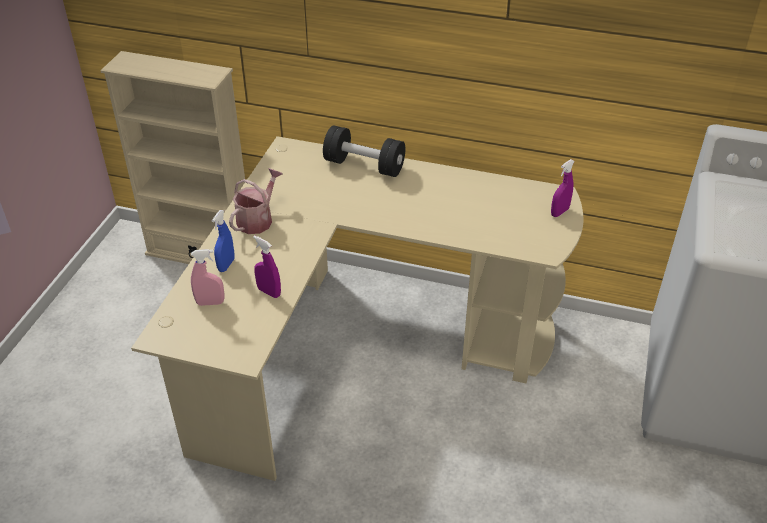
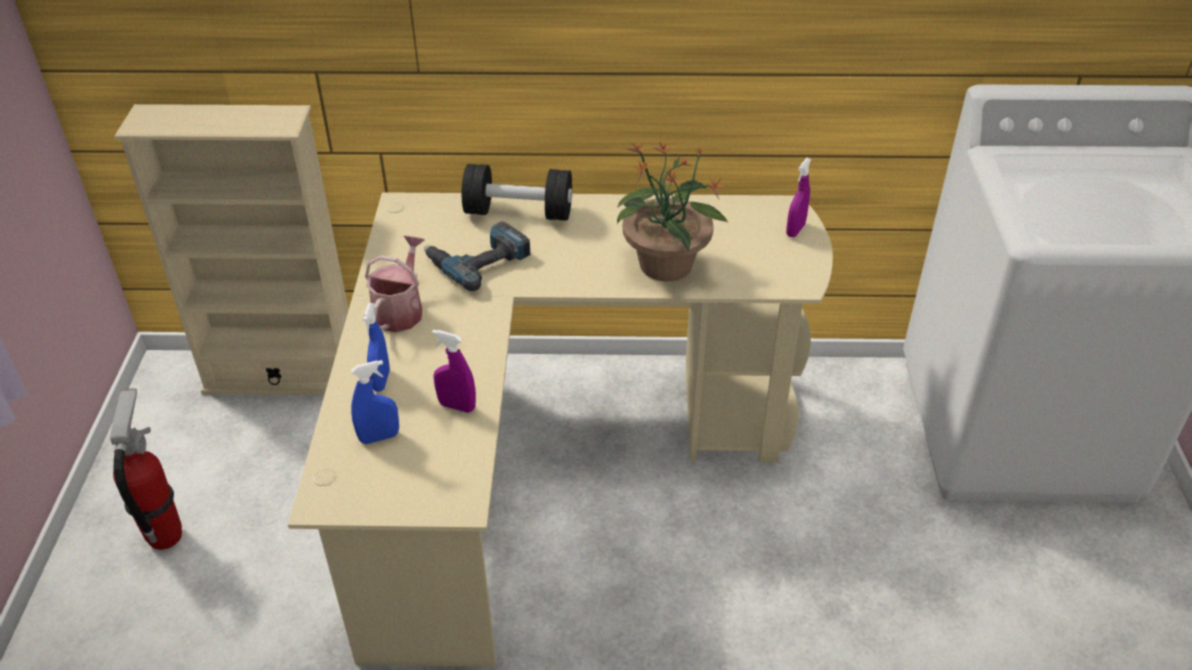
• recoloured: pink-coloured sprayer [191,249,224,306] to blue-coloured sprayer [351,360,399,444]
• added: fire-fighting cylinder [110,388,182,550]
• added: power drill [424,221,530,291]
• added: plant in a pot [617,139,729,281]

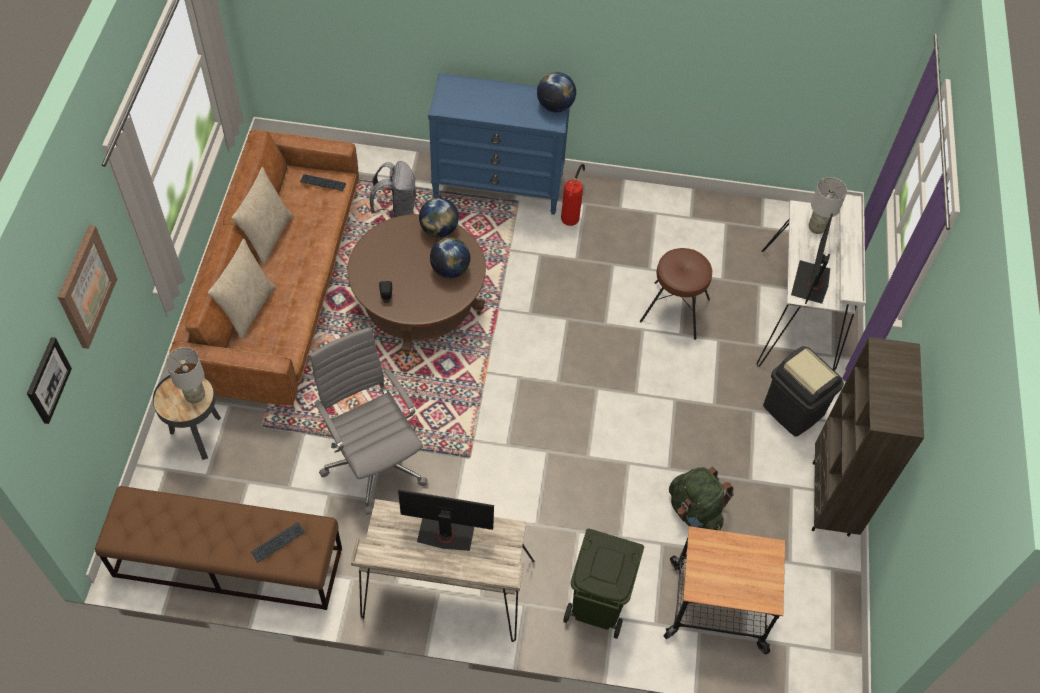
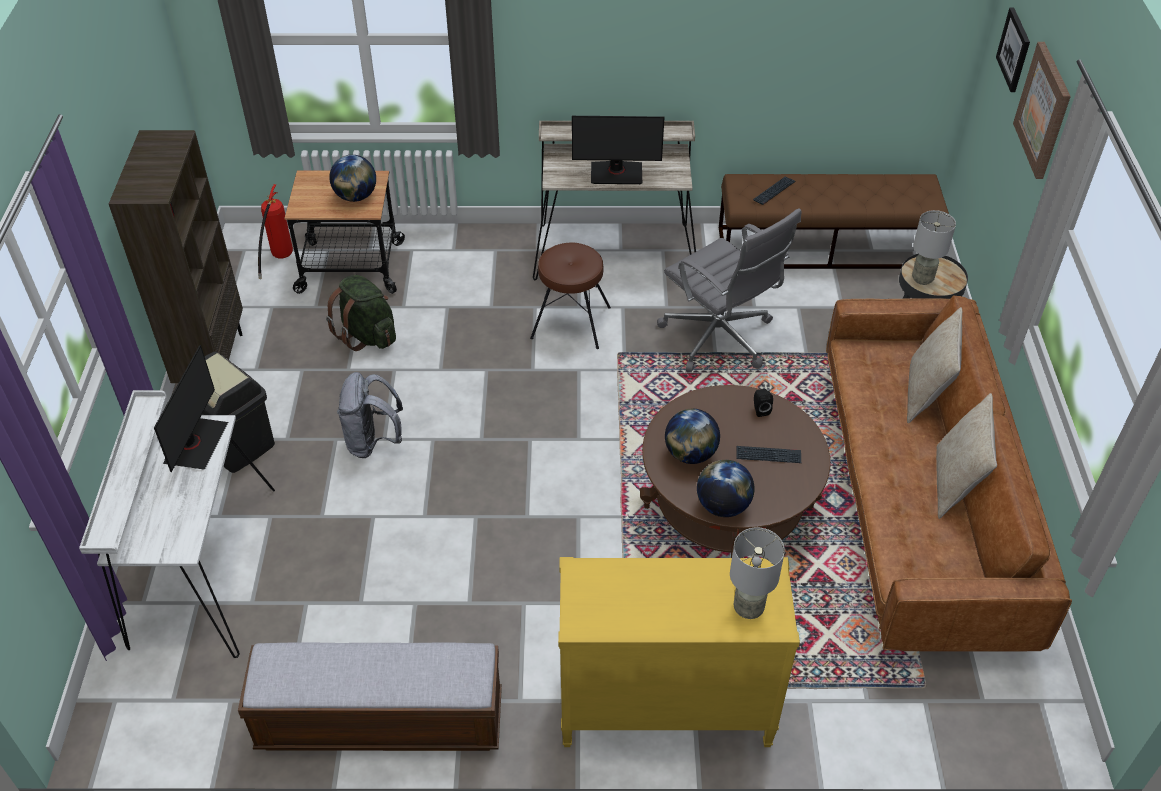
• moved: PC keyboard [300,174,346,191] to [736,446,801,463]
• moved: grey backpack [370,161,416,218] to [337,372,403,458]
• recoloured: blue-coloured dresser [428,73,570,215] to yellow dresser [558,557,800,747]
• moved: globe [537,72,576,112] to [329,155,376,202]
• moved: fire-fighting cylinder [561,164,585,226] to [258,184,293,279]
• removed: green waste bin [563,529,645,639]
• moved: brown stool [640,248,712,340] to [530,242,611,349]
• moved: grey tabletop lamp [808,177,847,234] to [730,527,785,619]
• added: bench [238,642,502,751]

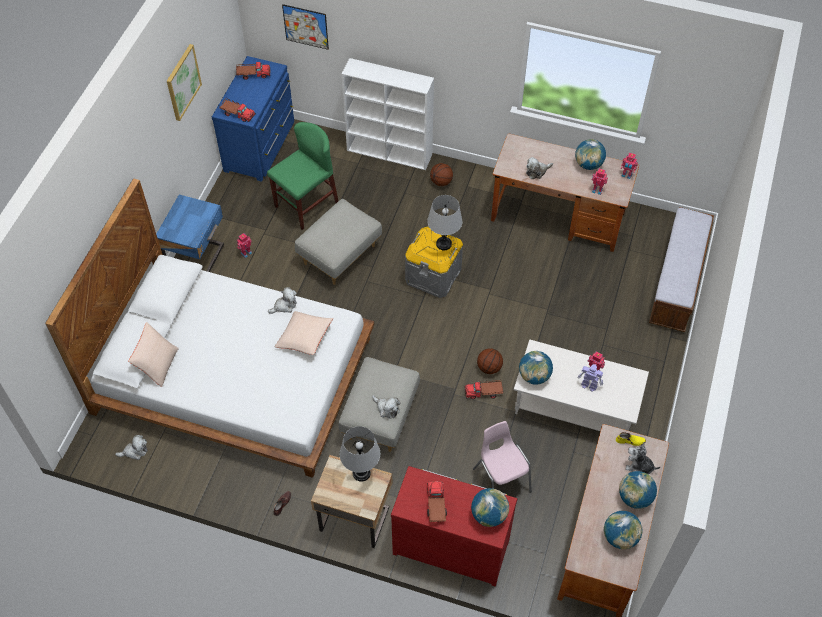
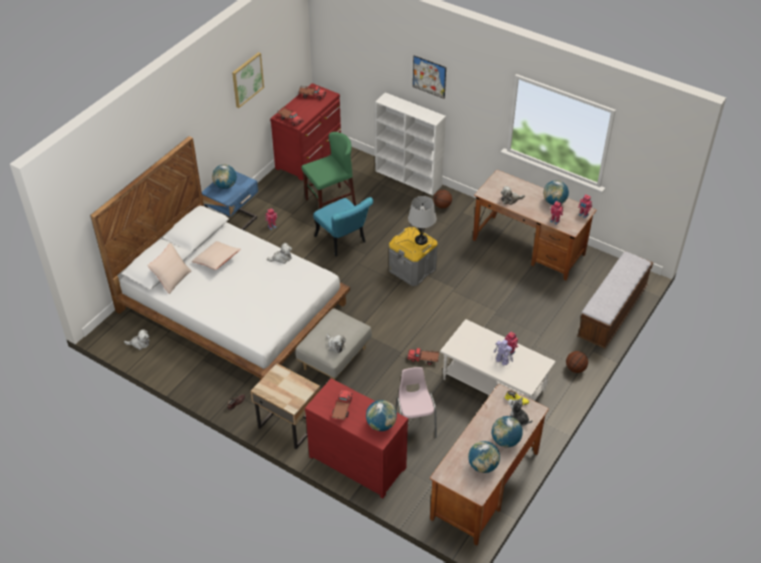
• recoloured: blue-coloured dresser [212,56,294,182] to red-coloured dresser [270,83,341,180]
• moved: beige throw pillow [275,311,333,355] to [192,241,241,270]
• moved: picture [282,4,329,50] to [413,56,446,99]
• replaced: grey ottoman [295,199,382,285] to turquoise-coloured plain chair [313,197,373,256]
• removed: grey tabletop lamp [340,426,380,482]
• moved: ball for basketball [477,348,503,374] to [566,351,588,373]
• moved: globe [519,351,553,385] to [212,164,237,189]

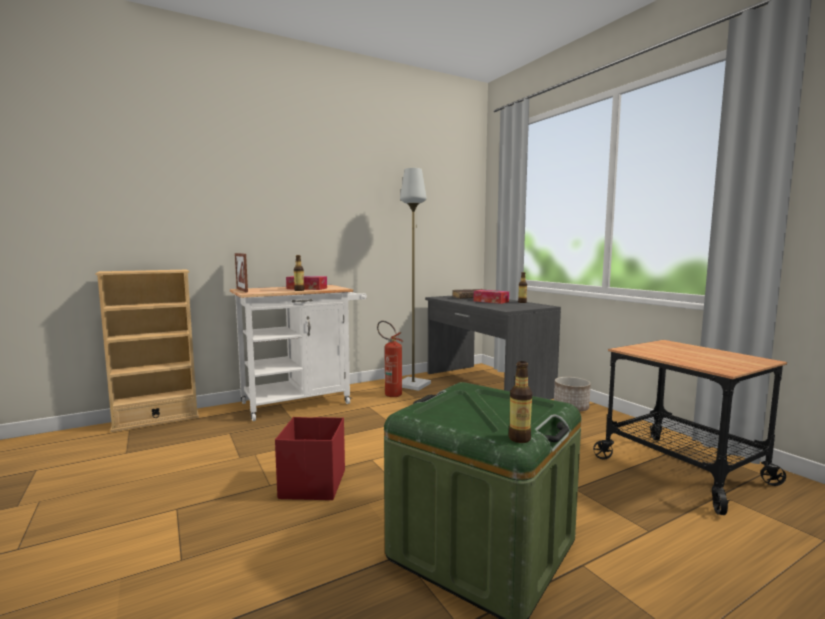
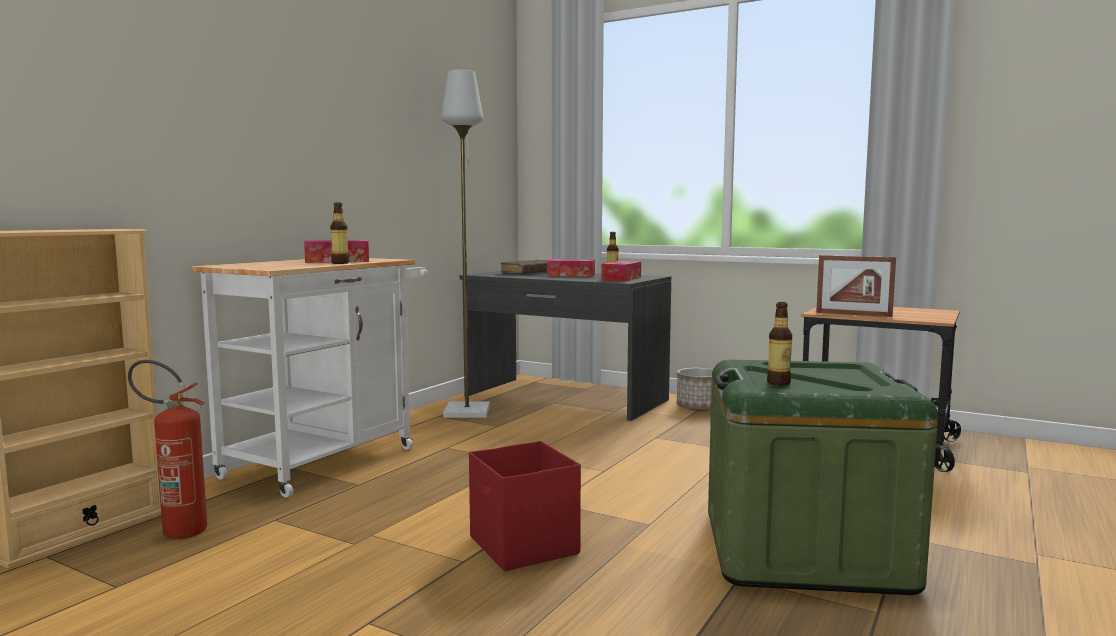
• moved: standing frame [235,253,248,292] to [816,255,896,317]
• moved: fire-fighting cylinder [377,321,403,397] to [128,360,207,539]
• moved: drink bottle [508,361,532,443] to [767,302,792,385]
• added: tissue holder [601,261,641,281]

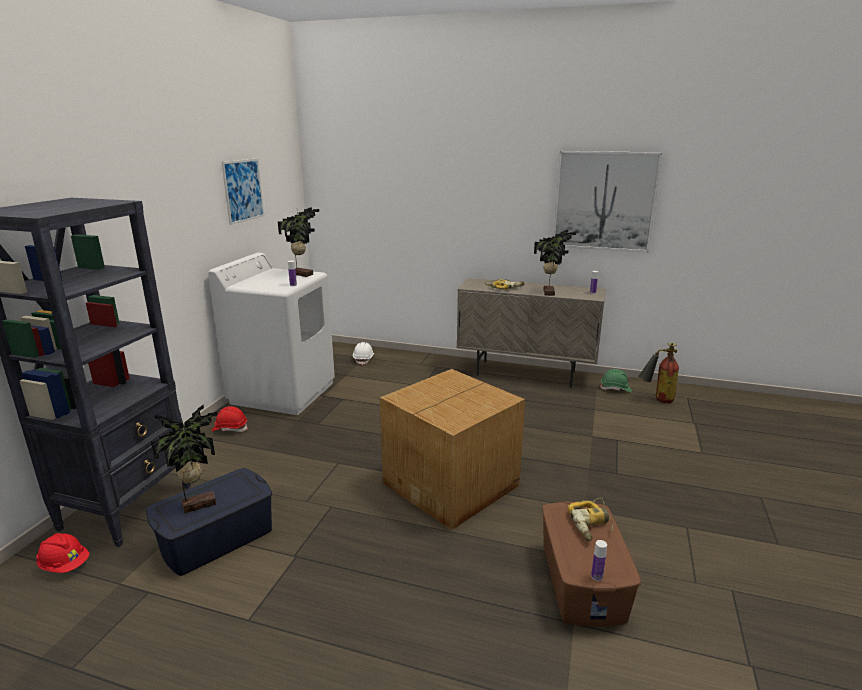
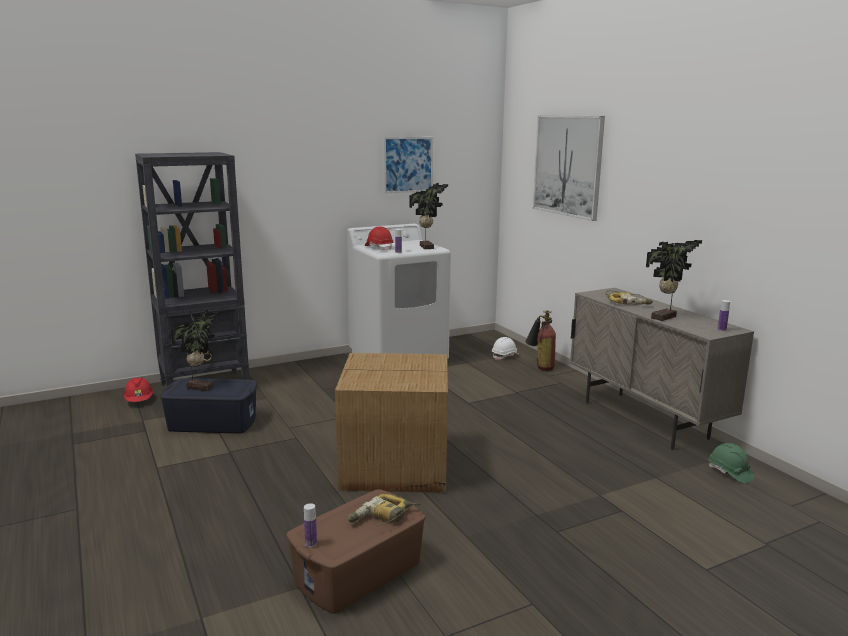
• moved: red-coloured safety helmet [212,406,248,432] to [365,226,393,251]
• moved: picture [553,151,662,252] to [533,115,605,221]
• moved: fire-fighting cylinder [638,343,679,403] to [525,310,556,371]

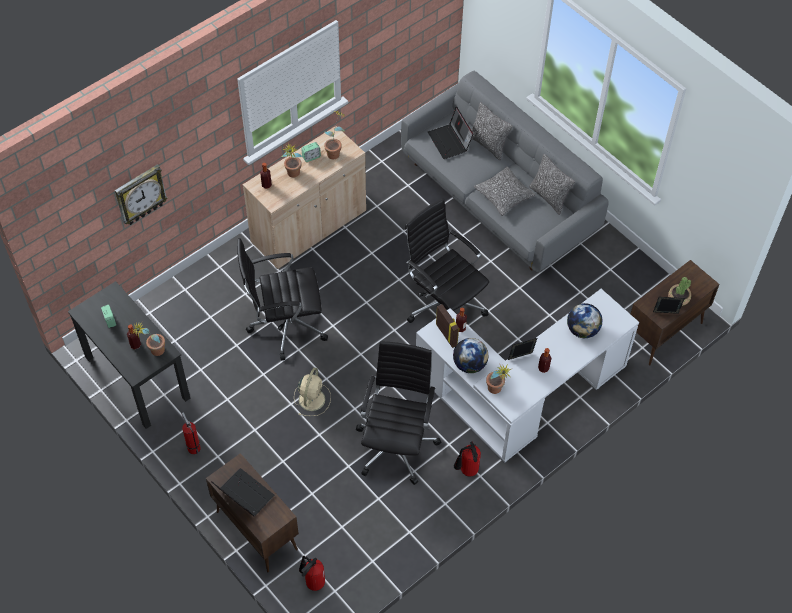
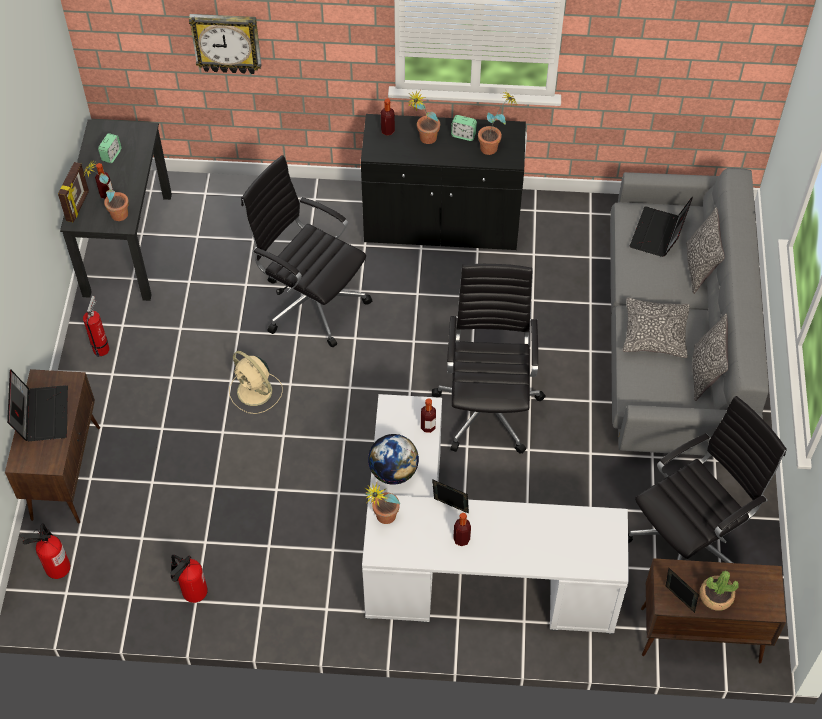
• recoloured: beige cupboard [243,126,366,269] to black-coloured cupboard [361,114,526,250]
• turned: beige fan [294,368,331,416] = [229,351,283,414] 75 degrees clockwise
• moved: black-coloured desk chair [356,341,442,484] to [628,396,787,563]
• moved: standing frame [436,304,460,348] to [58,162,89,222]
• moved: fire-fighting cylinder [454,442,481,477] to [170,555,208,603]
• removed: globe [567,303,603,338]

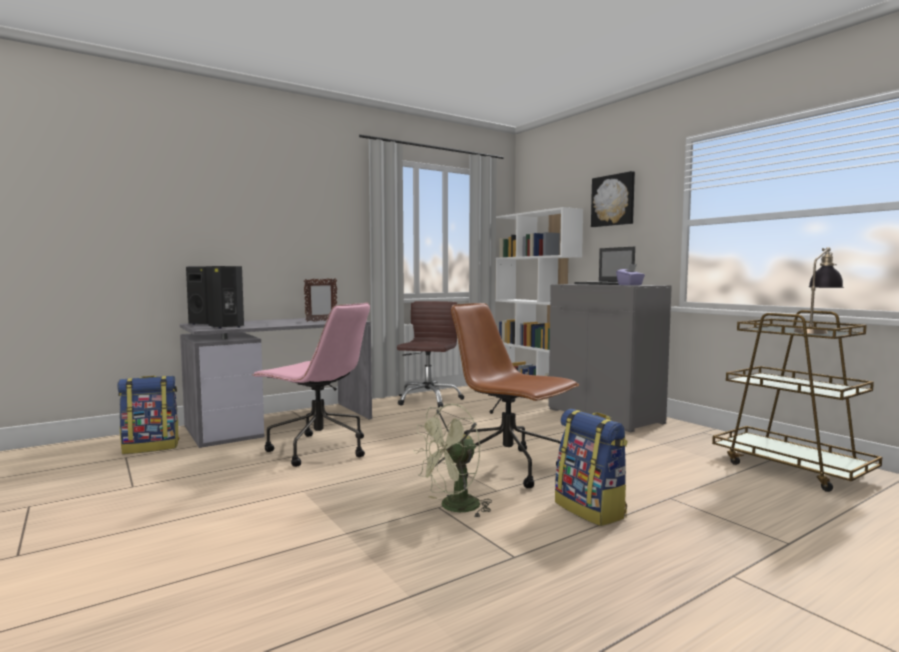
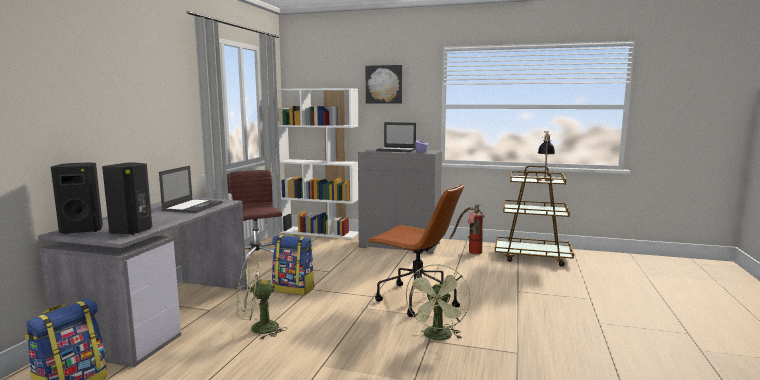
• replaced: pink-coloured desk chair [253,303,370,467] to green fan [236,258,287,340]
• replaced: standing frame [304,278,337,322] to notebook computer [159,166,223,213]
• turned: brown desk chair [451,303,579,488] = [368,183,464,317] 150 degrees counterclockwise
• moved: backpack [555,409,628,526] to [272,234,315,295]
• added: fire-fighting cylinder [449,204,485,254]

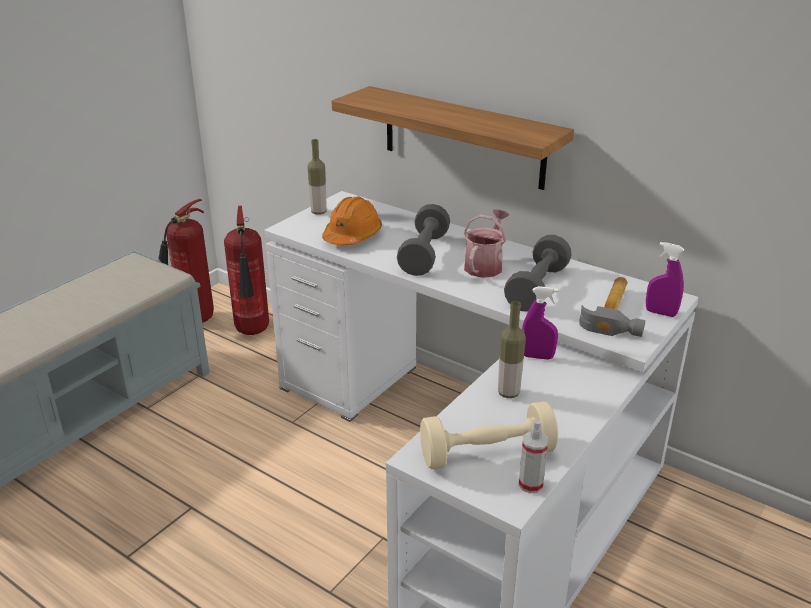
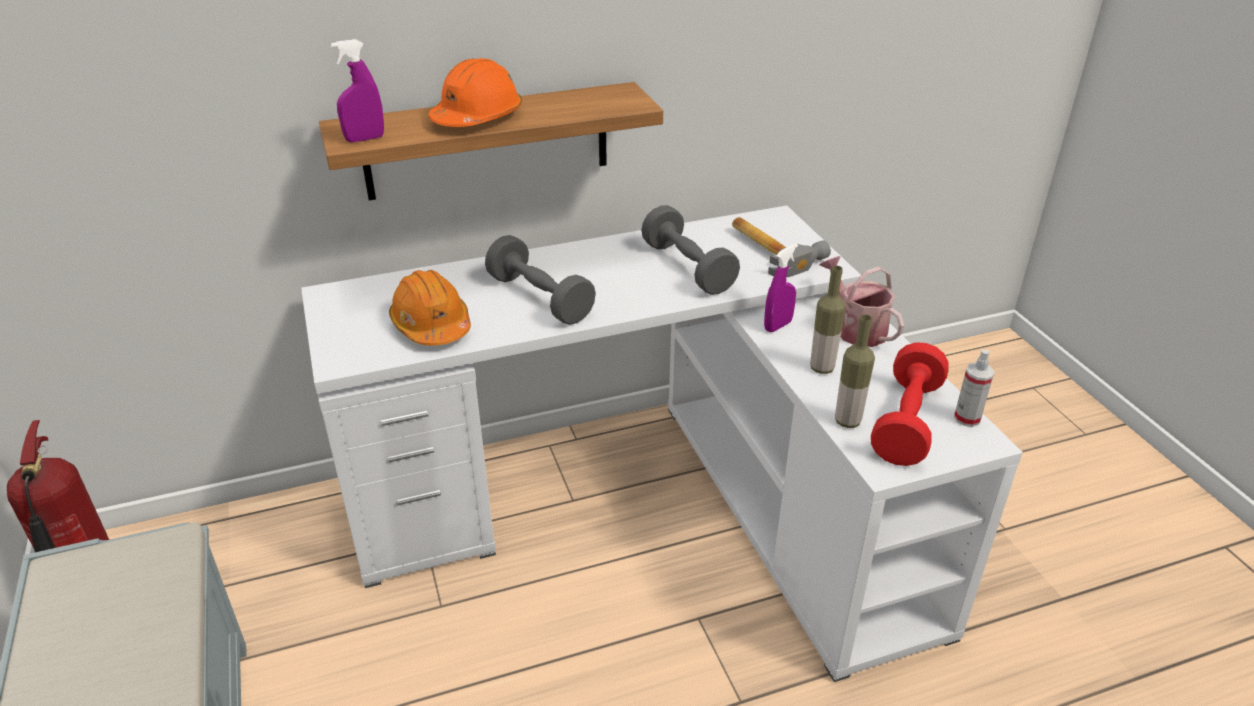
• removed: fire-fighting cylinder [224,206,269,335]
• moved: drink bottle [307,139,327,215] to [835,314,875,428]
• recoloured: beige dumbbell [420,401,558,469] to red-coloured dumbbell [871,342,949,466]
• moved: watering can [464,209,509,278] to [820,256,904,347]
• moved: purple-coloured sprayer [646,242,684,317] to [331,39,384,142]
• added: orange safety helmet [429,58,522,127]

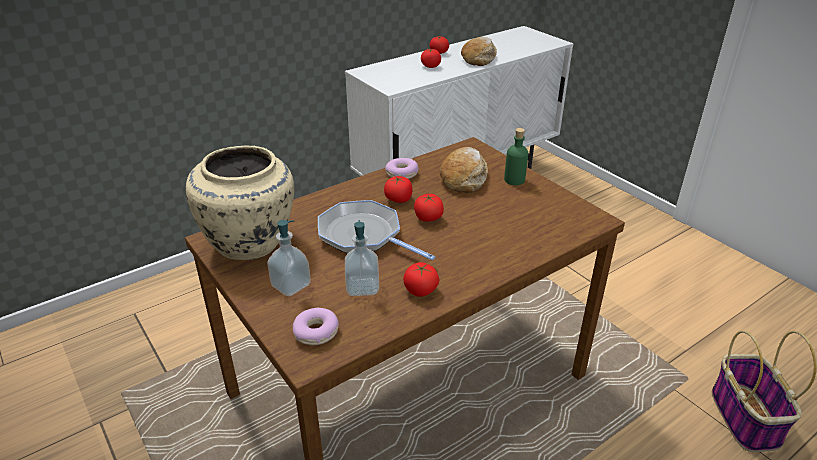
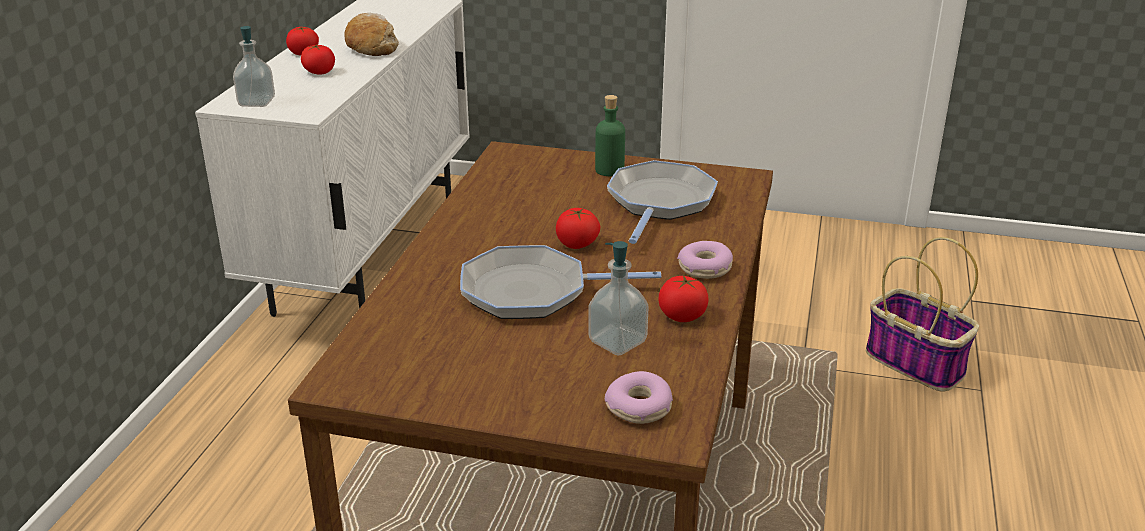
• removed: beige vase [186,146,294,260]
• moved: soap dispenser [267,220,311,296] to [233,26,275,107]
• removed: whole tomato [384,176,413,203]
• moved: donut [385,158,419,179] to [677,241,733,279]
• removed: bakery bread [440,147,488,193]
• added: pan [607,160,718,244]

